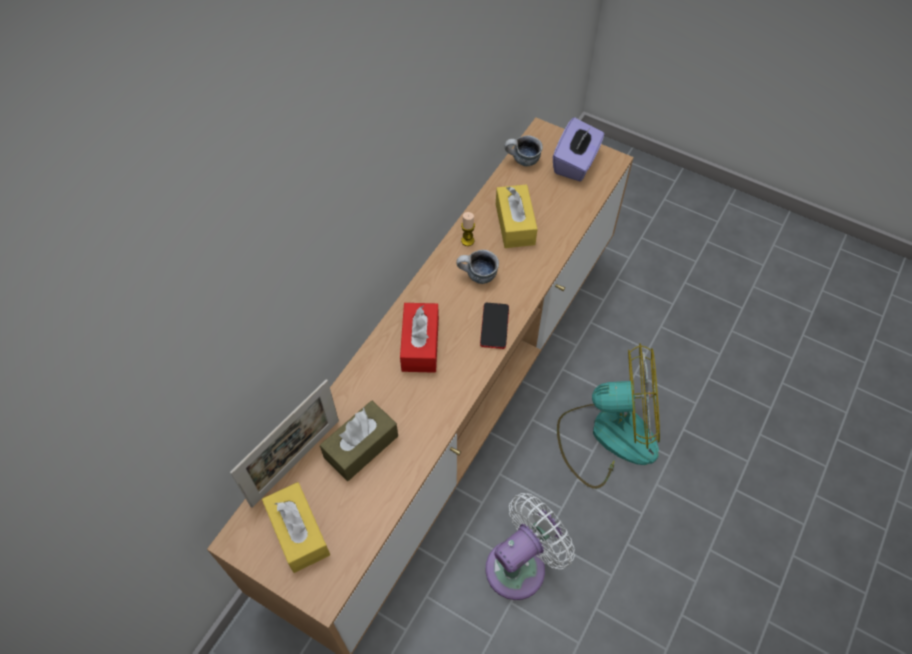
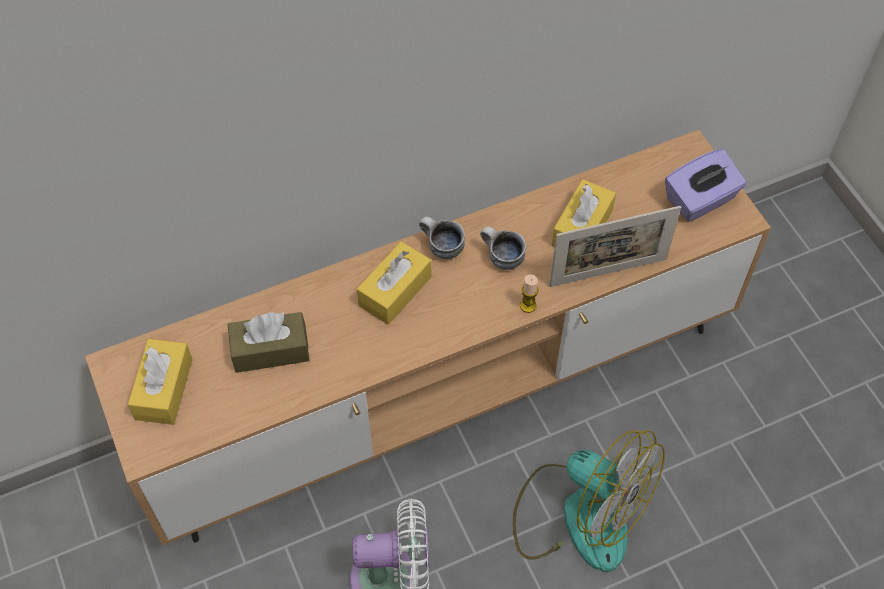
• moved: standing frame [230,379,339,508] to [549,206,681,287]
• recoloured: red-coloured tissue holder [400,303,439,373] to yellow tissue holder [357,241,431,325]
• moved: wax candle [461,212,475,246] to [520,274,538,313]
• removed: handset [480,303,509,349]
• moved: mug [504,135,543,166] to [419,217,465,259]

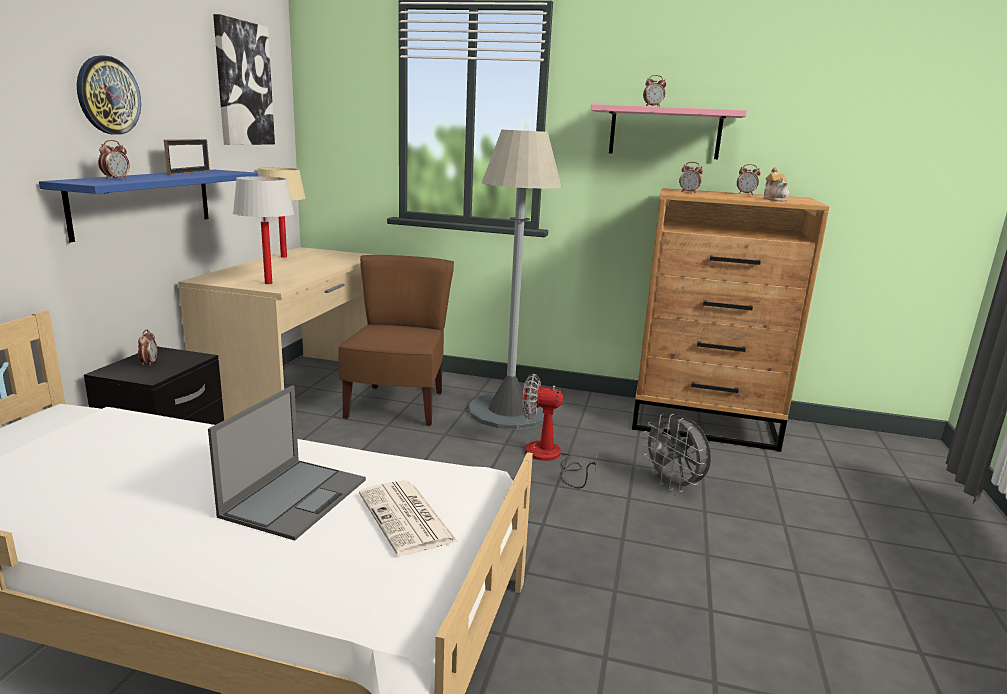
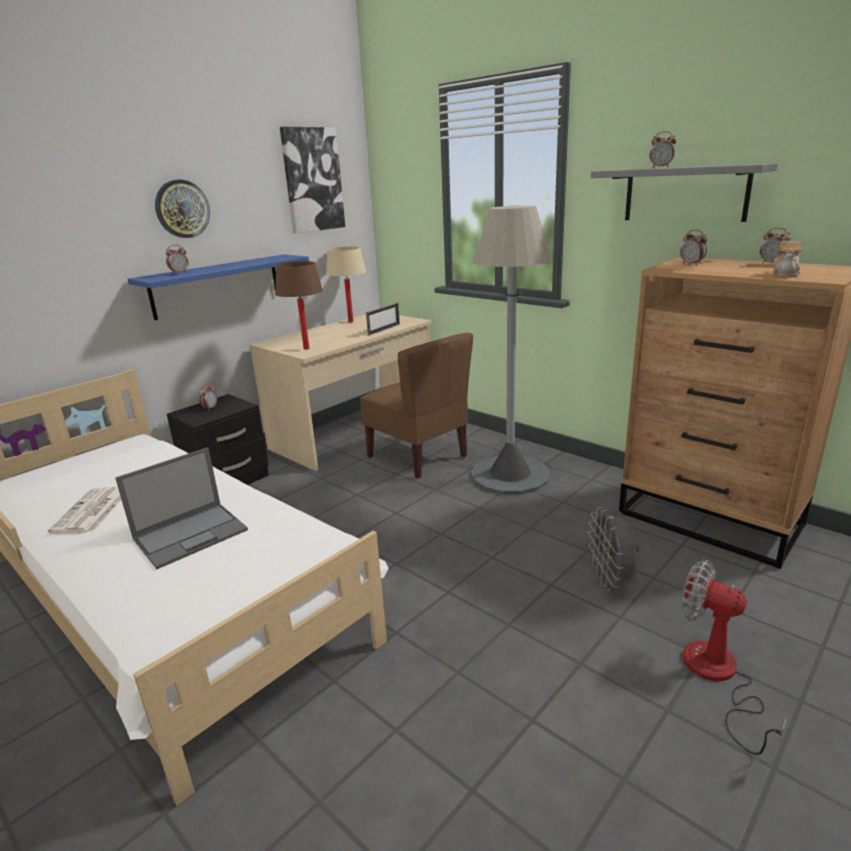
• moved: standing frame [164,139,210,175] to [366,303,400,336]
• recoloured: whitish tabletop lamp [233,176,295,284] to brown tabletop lamp [275,261,323,350]
• turned: brown plain chair [339,255,454,426] = [360,333,473,479] 105 degrees clockwise
• moved: newspaper [359,480,458,556] to [48,487,121,534]
• moved: fan [522,374,597,488] to [681,560,787,755]
• recoloured: pink-coloured shelf [591,104,747,159] to grey shelf [591,163,778,222]

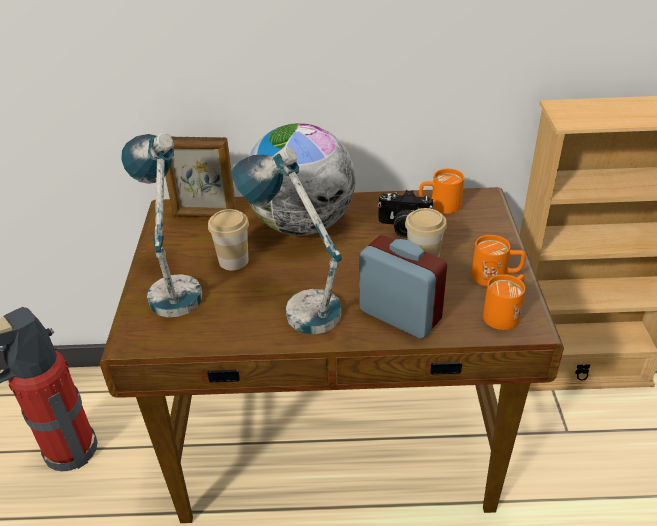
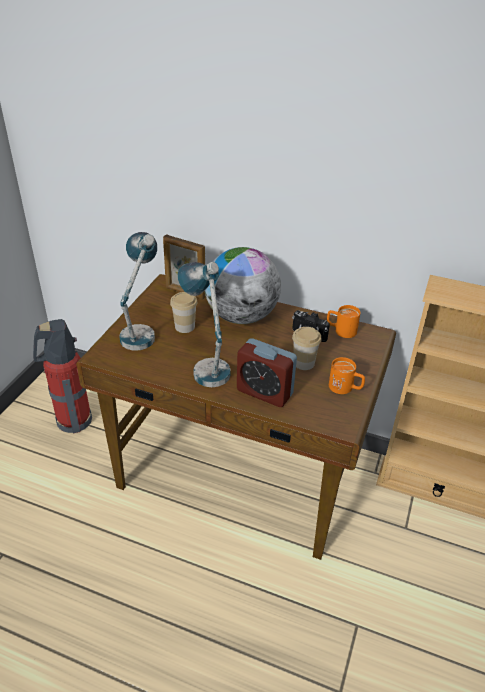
• turned: table clock [359,235,447,339] = [237,338,297,407] 150 degrees clockwise
• removed: orange mug [483,274,525,330]

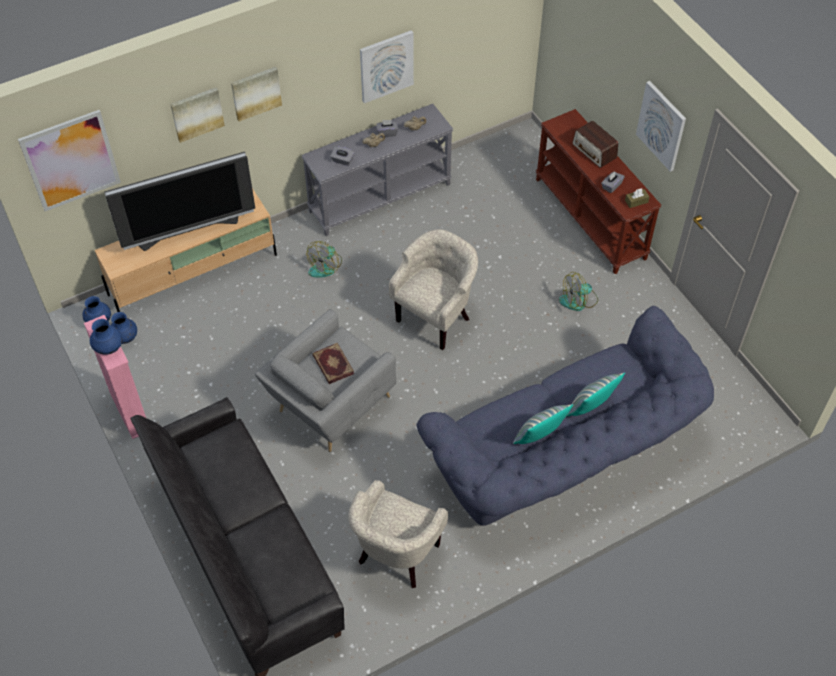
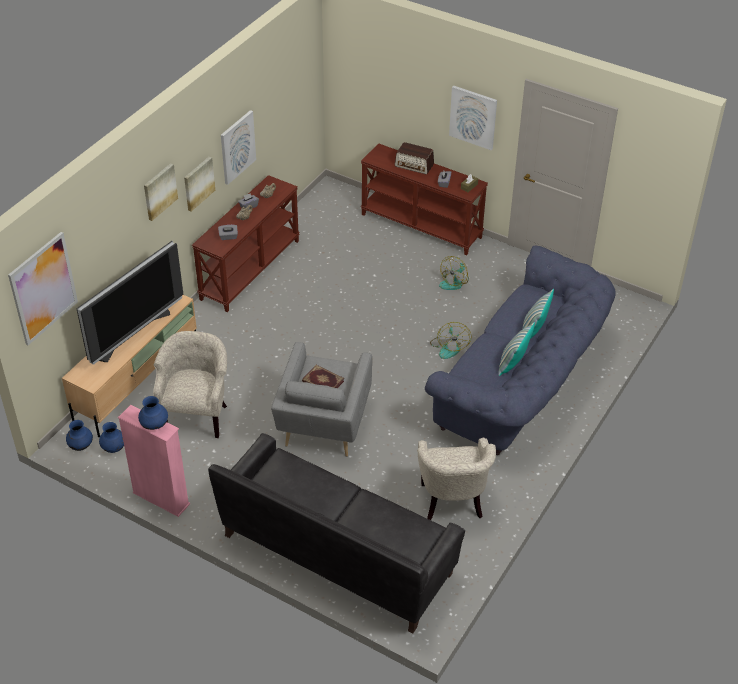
• moved: picture [170,87,225,143] to [184,157,215,212]
• recoloured: grey console table [302,104,453,236] to brown console table [192,175,300,312]
• moved: fan [307,241,342,278] to [430,322,471,359]
• moved: beige easy chair [389,229,478,350] to [153,331,227,438]

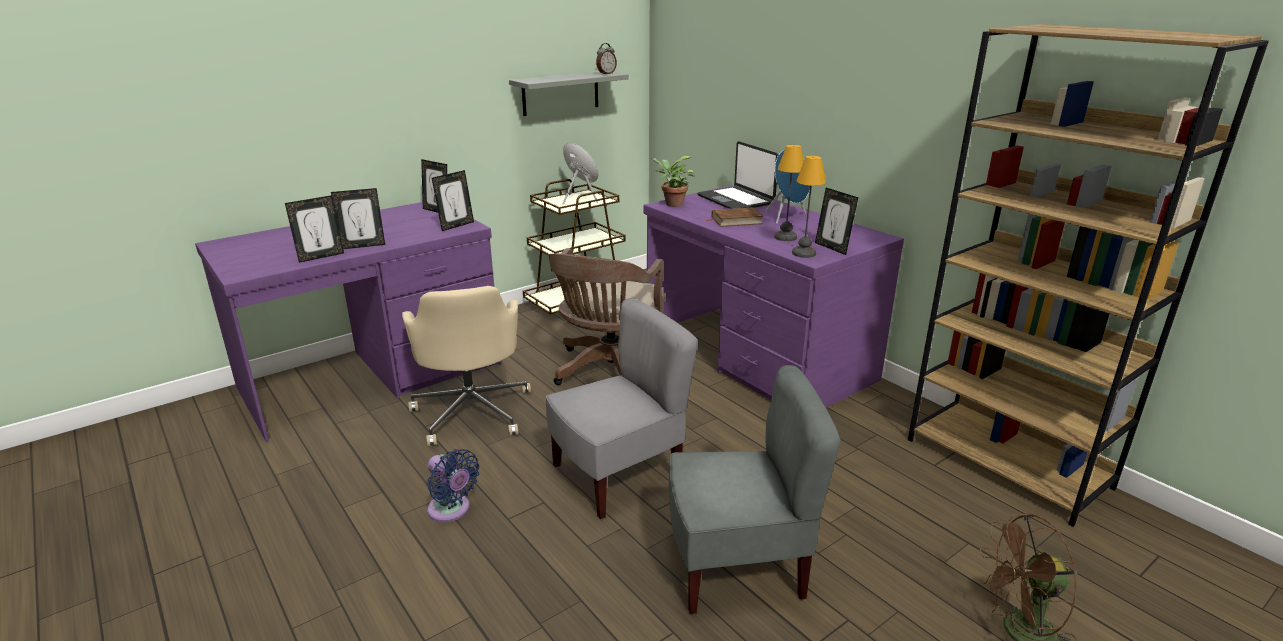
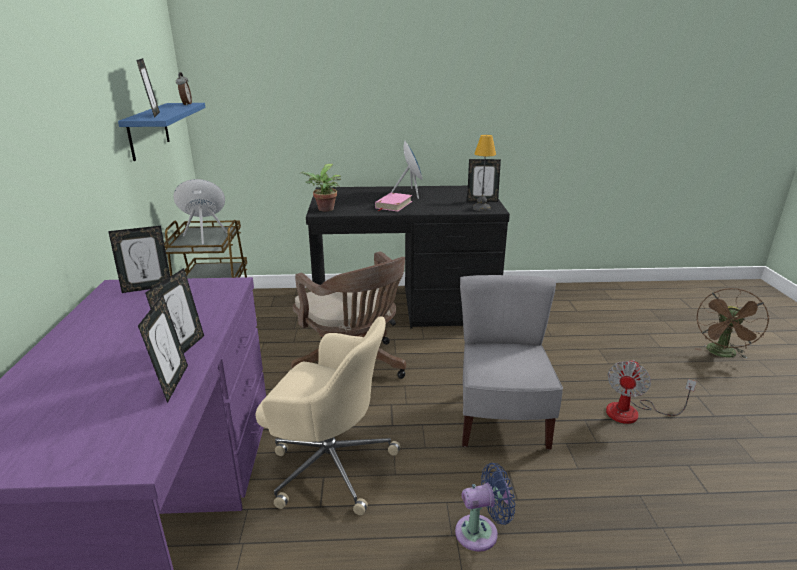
• moved: standing frame [432,170,474,231] to [136,58,160,118]
• recoloured: grey shelf [509,71,629,116] to blue-coloured shelf [118,103,206,161]
• recoloured: purple-coloured desk table [643,186,904,407] to black-coloured desk table [306,186,510,328]
• replaced: grey plain chair [669,365,841,614] to fan [606,360,697,424]
• removed: notebook computer [697,141,779,209]
• recoloured: brown book [706,207,763,227] to pink-coloured book [375,192,412,212]
• removed: tabletop lamp [774,145,804,241]
• removed: brown bookshelf [908,24,1269,527]

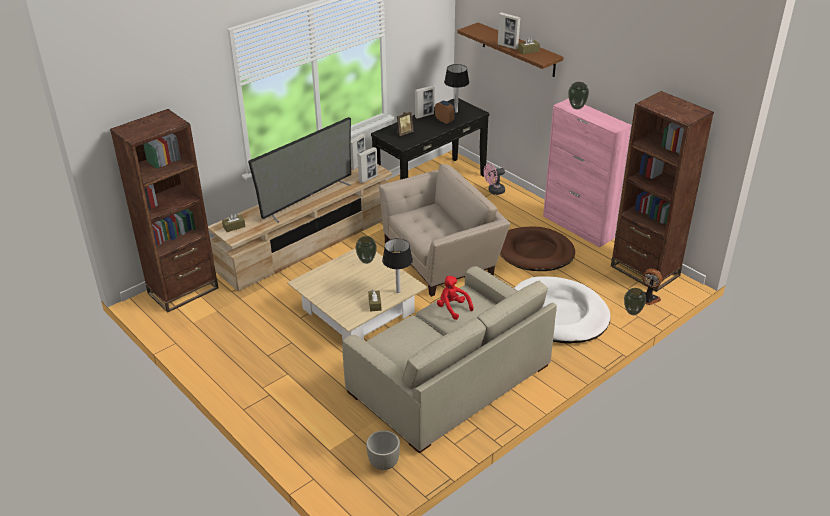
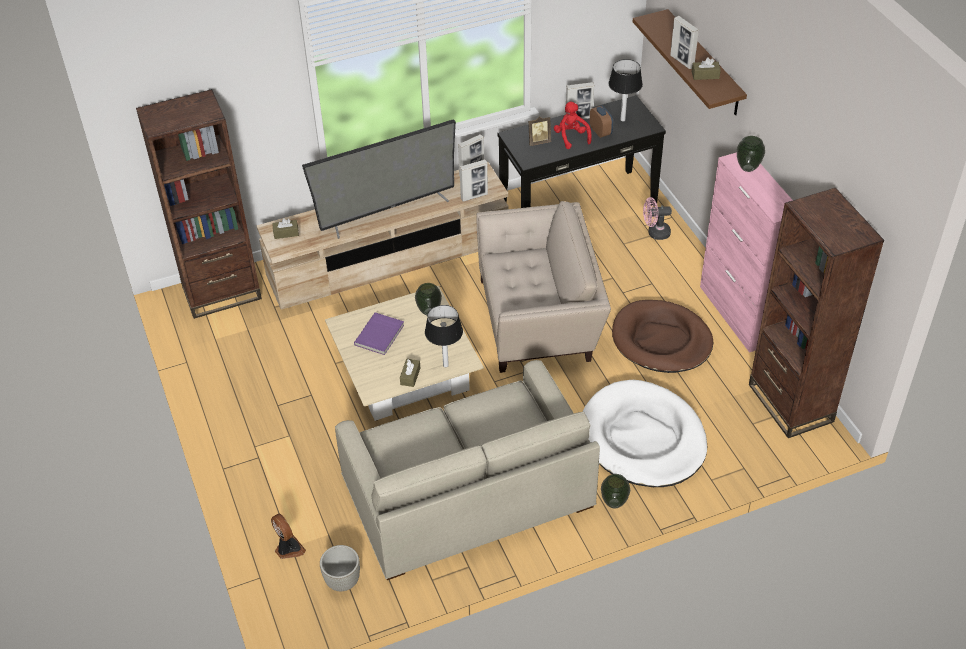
• moved: red-coloured cuddly toy [437,276,473,320] to [554,102,591,149]
• moved: vase [624,288,646,315] to [601,474,630,508]
• moved: fan [642,269,663,305] to [271,513,306,559]
• added: purple-coloured book [354,313,404,355]

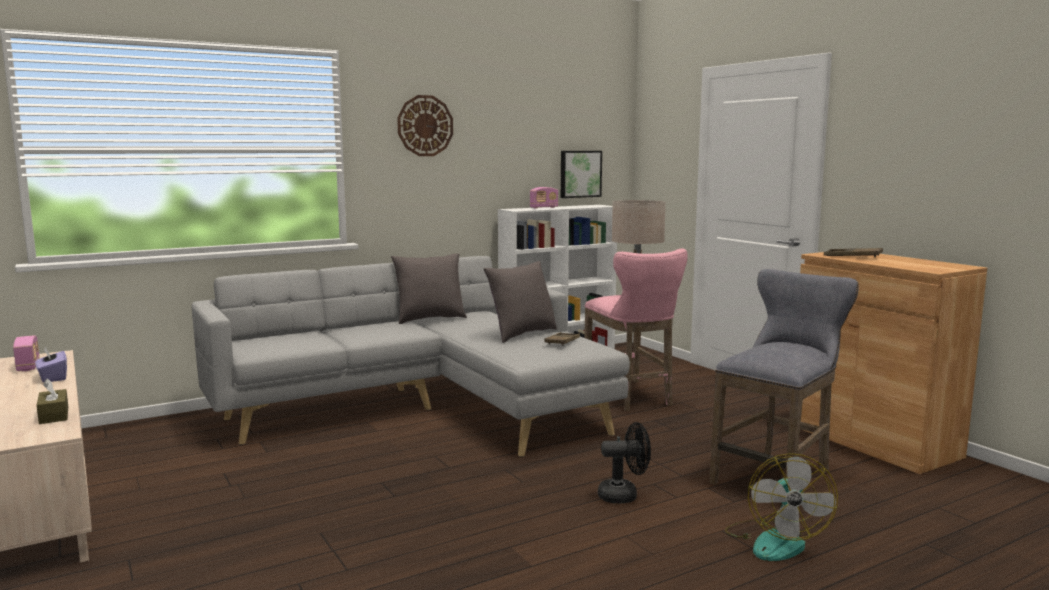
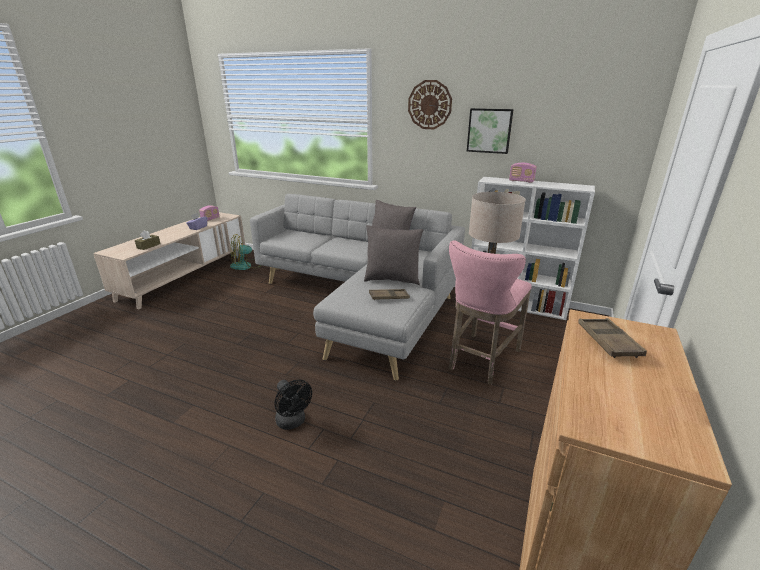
• moved: picture [561,151,602,198] to [467,108,514,154]
• removed: grey stool [709,269,859,484]
• moved: fan [725,453,838,561] to [230,234,262,270]

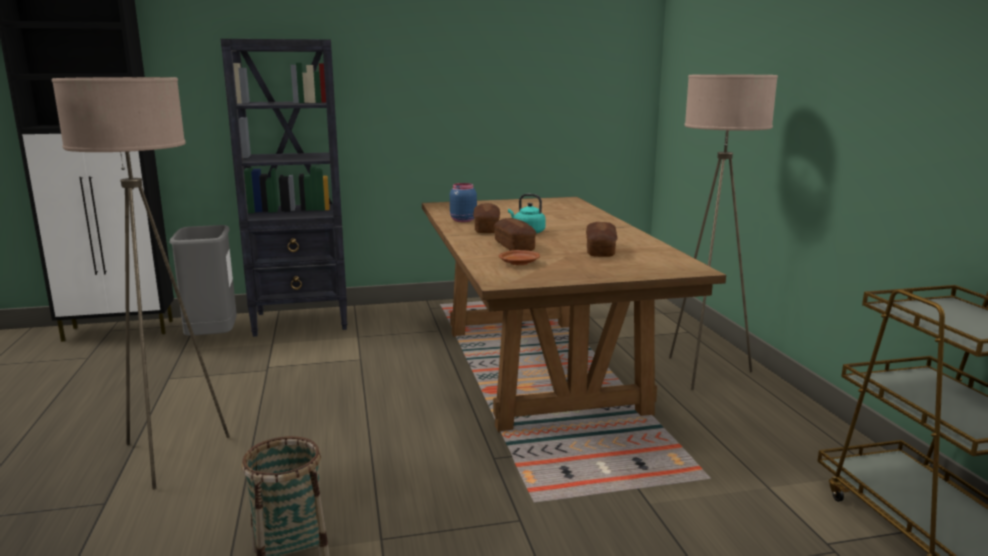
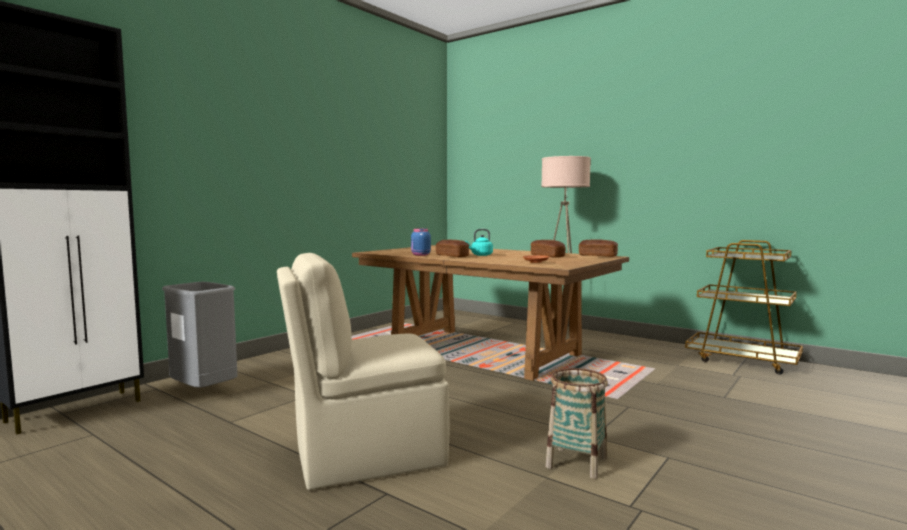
• replaced: beige standard lamp [52,77,230,490] to beige plain chair [277,253,449,490]
• removed: black-coloured bookshelf [220,39,347,337]
• moved: bakery bread [494,218,536,251] to [579,240,618,257]

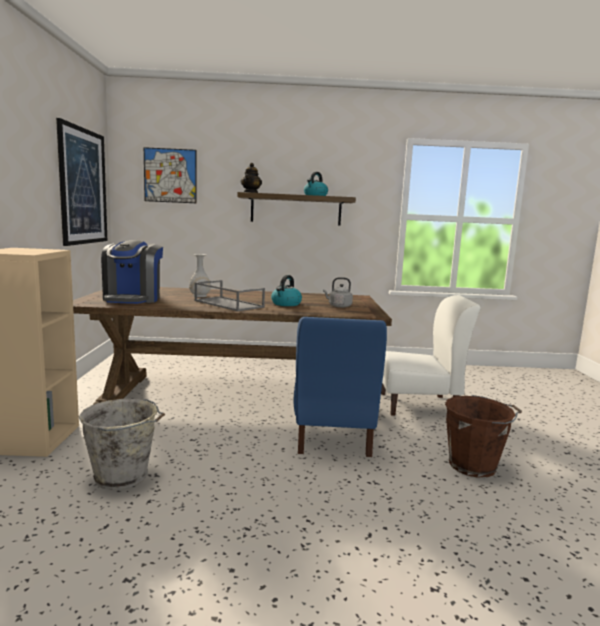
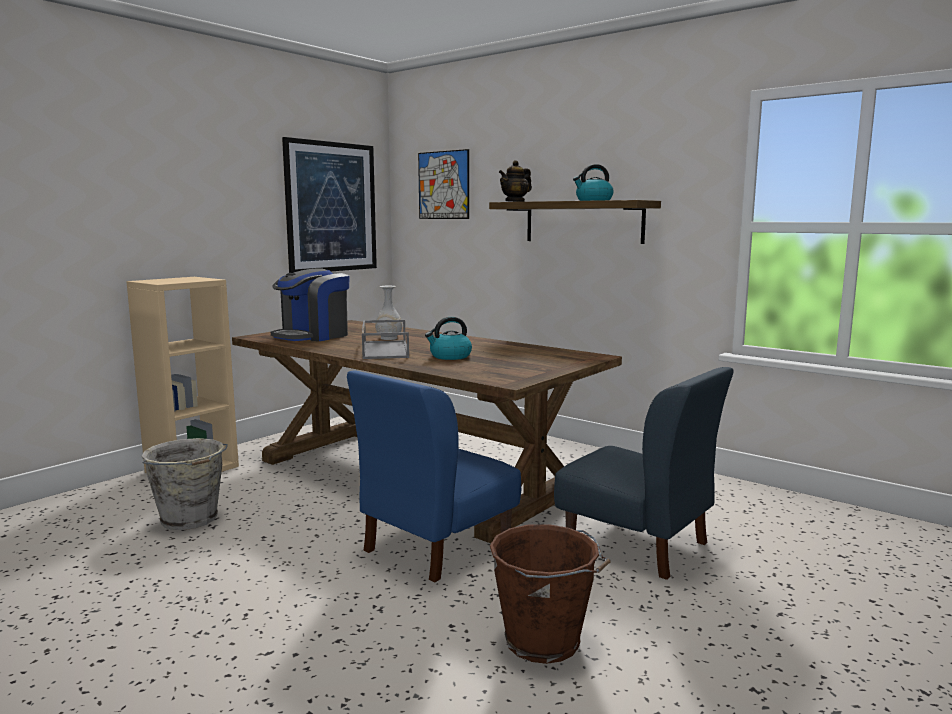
• removed: grey tea kettle [323,277,353,308]
• recoloured: whitish plain chair [381,295,481,416] to blue-coloured plain chair [554,367,733,580]

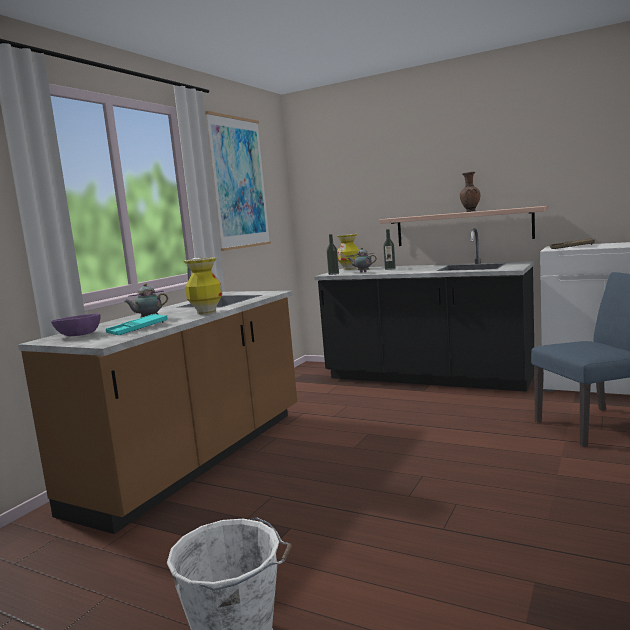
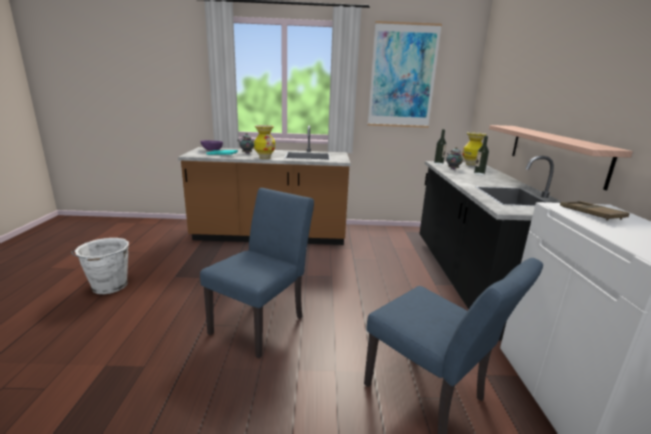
• removed: brown vase [460,172,480,212]
• added: blue-coloured plain chair [200,188,314,359]

